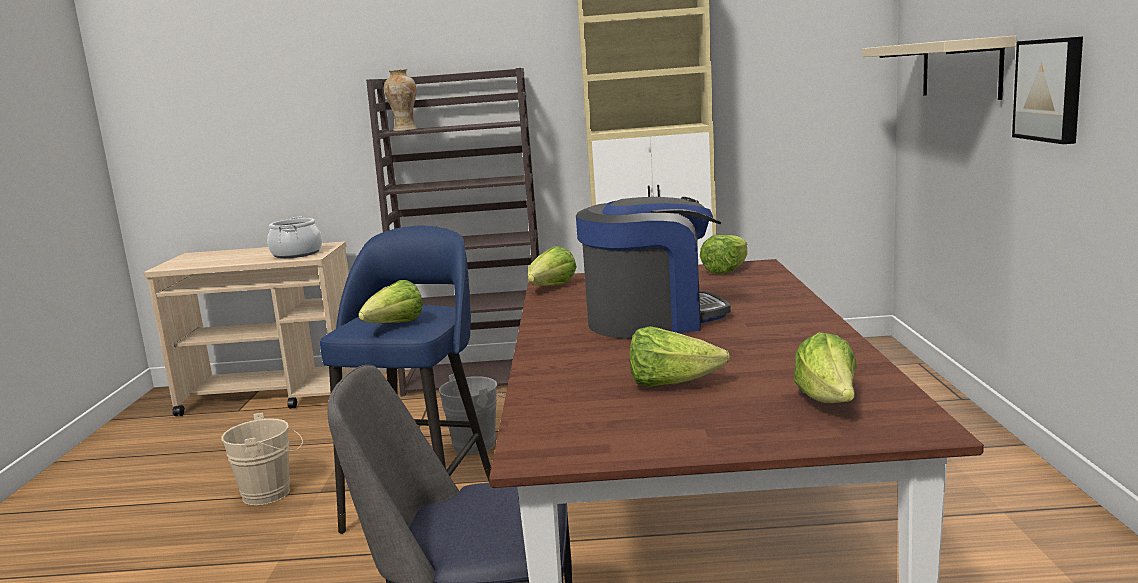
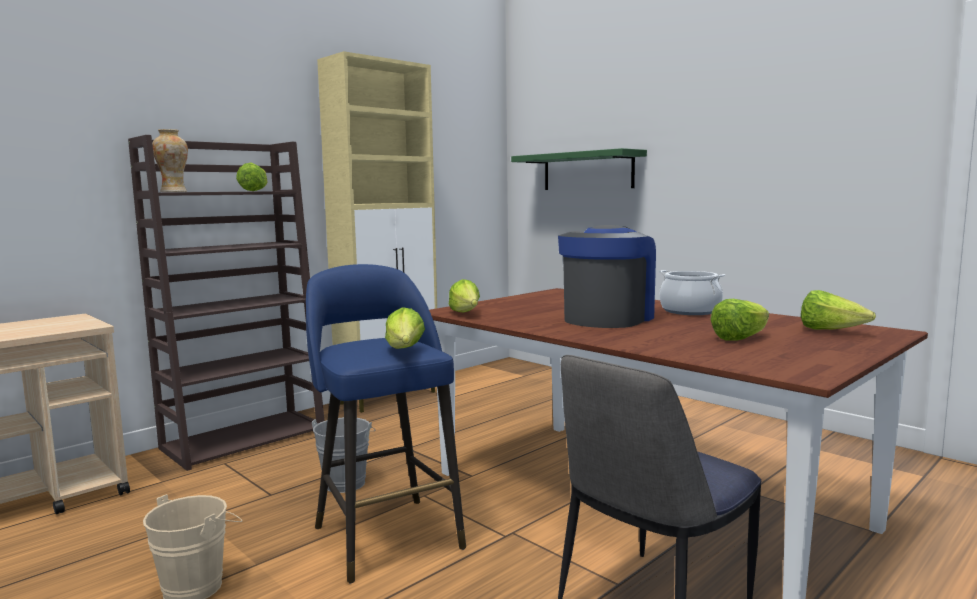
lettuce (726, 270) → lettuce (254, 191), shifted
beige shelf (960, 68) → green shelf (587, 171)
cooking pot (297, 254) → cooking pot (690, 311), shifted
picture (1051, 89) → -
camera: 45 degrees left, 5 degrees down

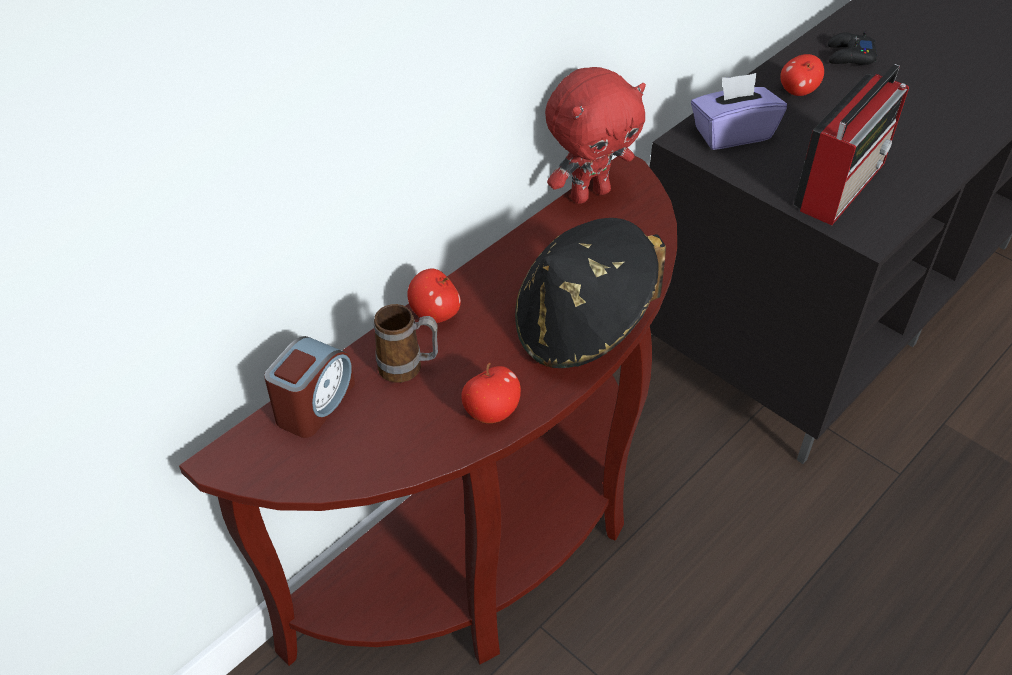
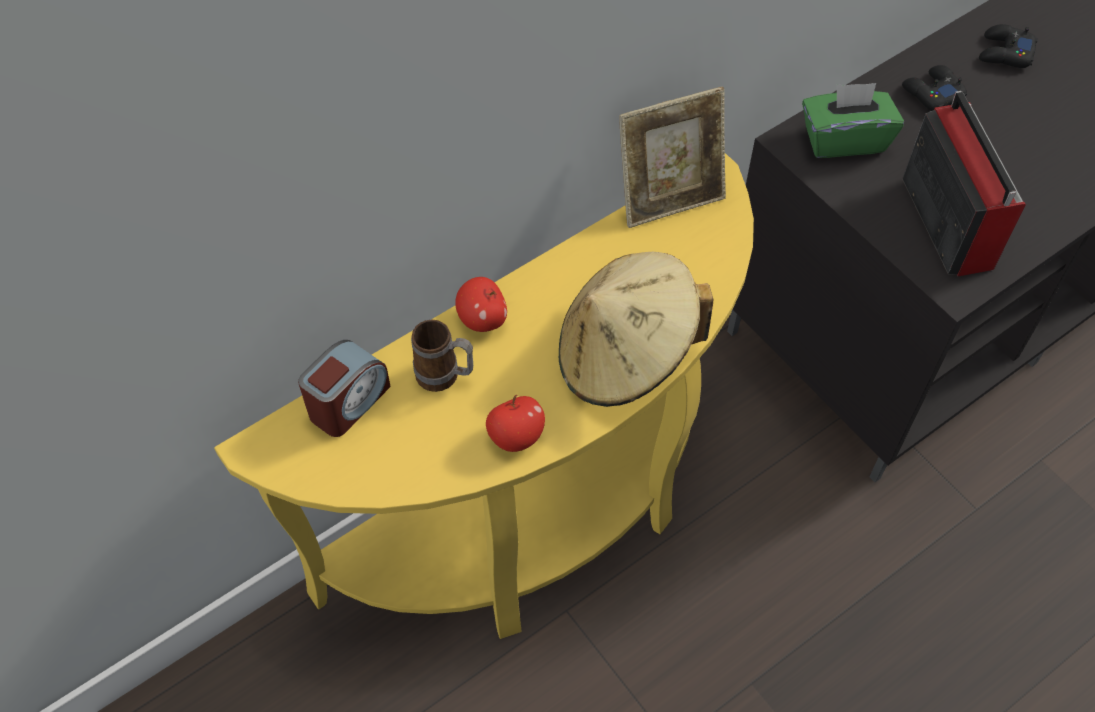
brown console table (495, 543) → yellow console table (539, 518)
black hat (582, 328) → beige hat (625, 356)
red plush toy (589, 193) → picture frame (669, 198)
purple tissue box (732, 133) → green tissue box (844, 139)
apple (797, 91) → black game controller (932, 93)
radio (842, 184) → radio (946, 219), 60 degrees counterclockwise
camera: 10 degrees right, 10 degrees up

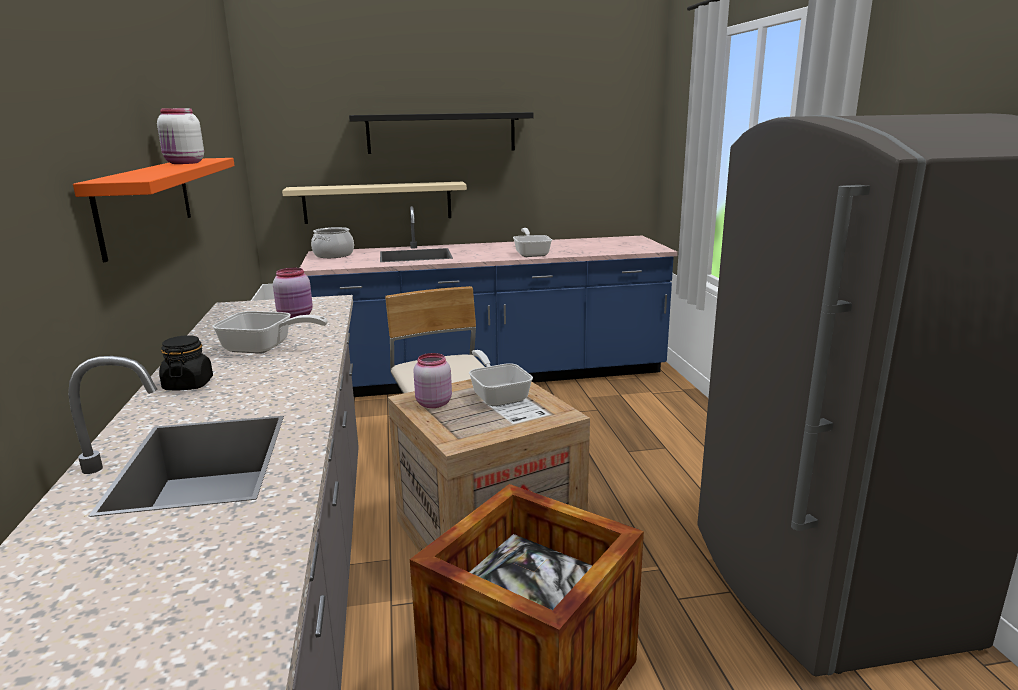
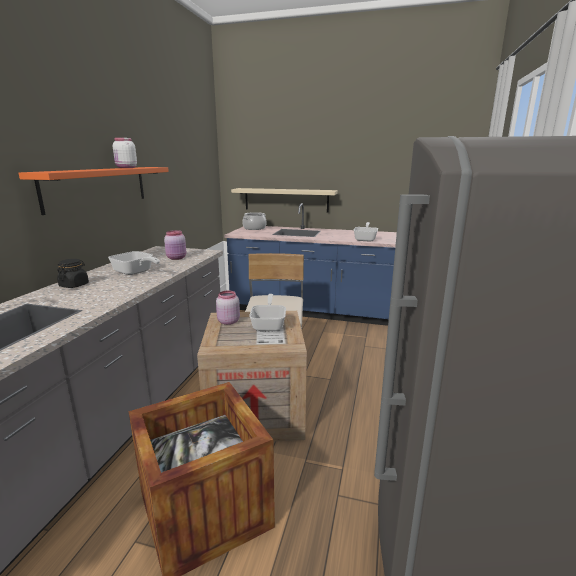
black shelf (441, 133) → -
camera: 25 degrees right, 0 degrees up

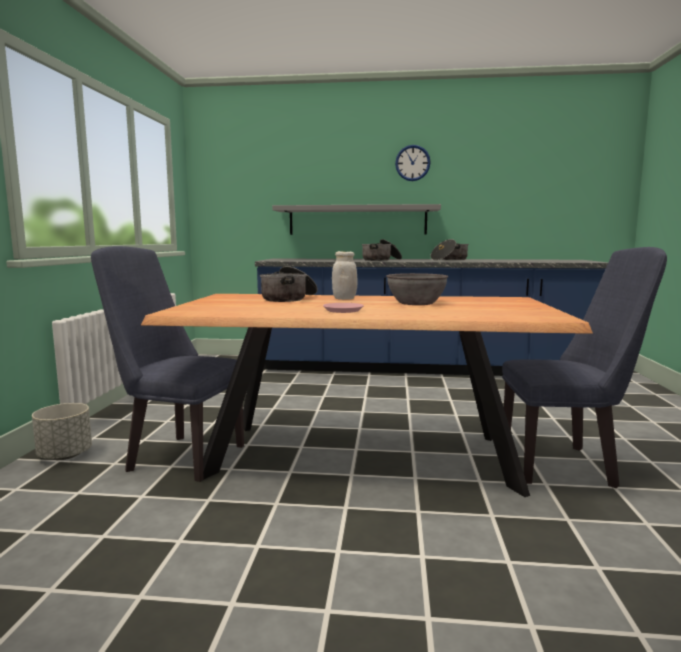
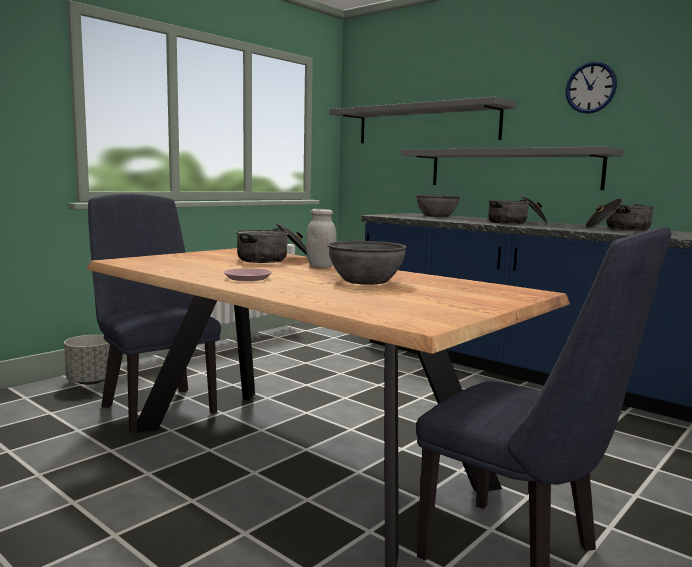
- → grey shelf (426, 124)
- → grey bowl (437, 216)
camera: 35 degrees right, 0 degrees up

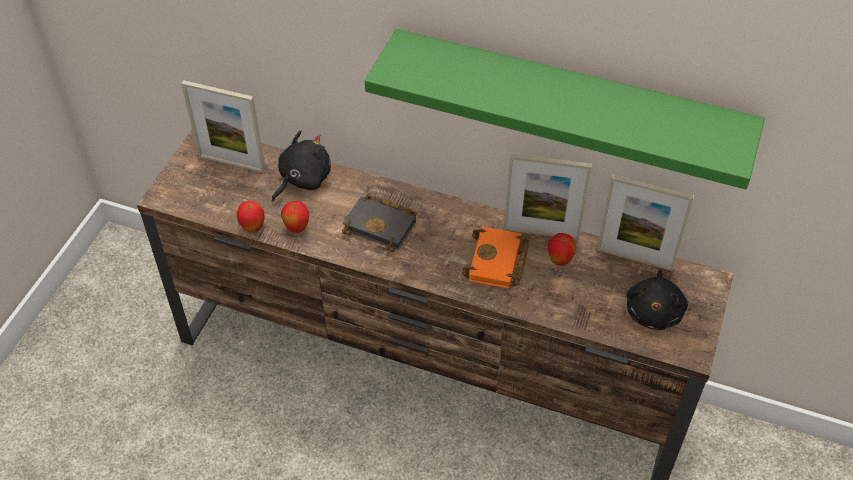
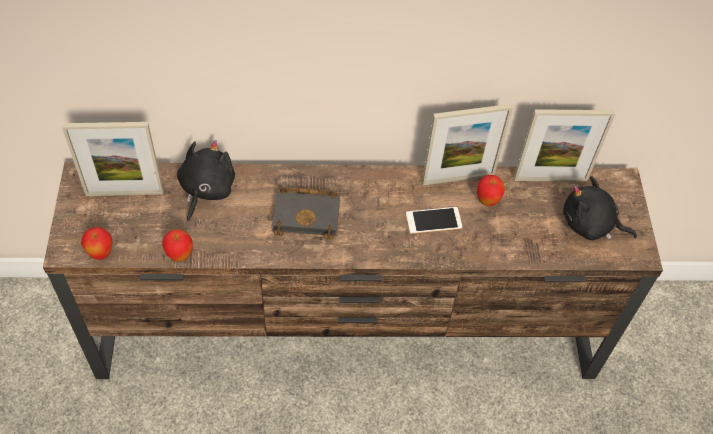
apple (297, 228) → apple (101, 253), shifted
orange book (497, 263) → phone (433, 220)
black plush toy (654, 311) → black plush toy (590, 225), 120 degrees clockwise
green shelf (568, 103) → -
camera: 25 degrees left, 5 degrees up

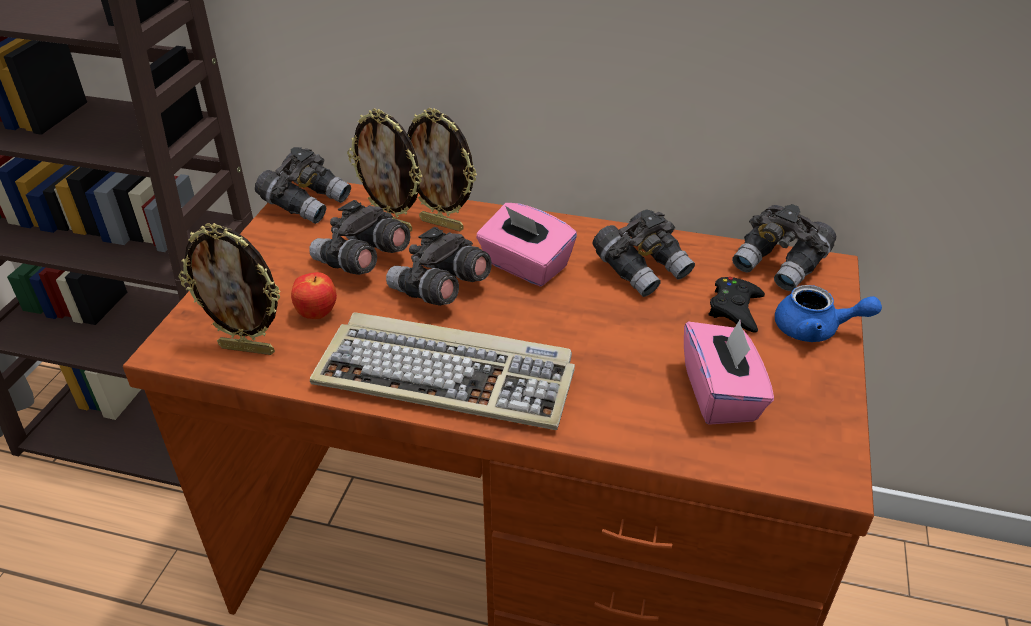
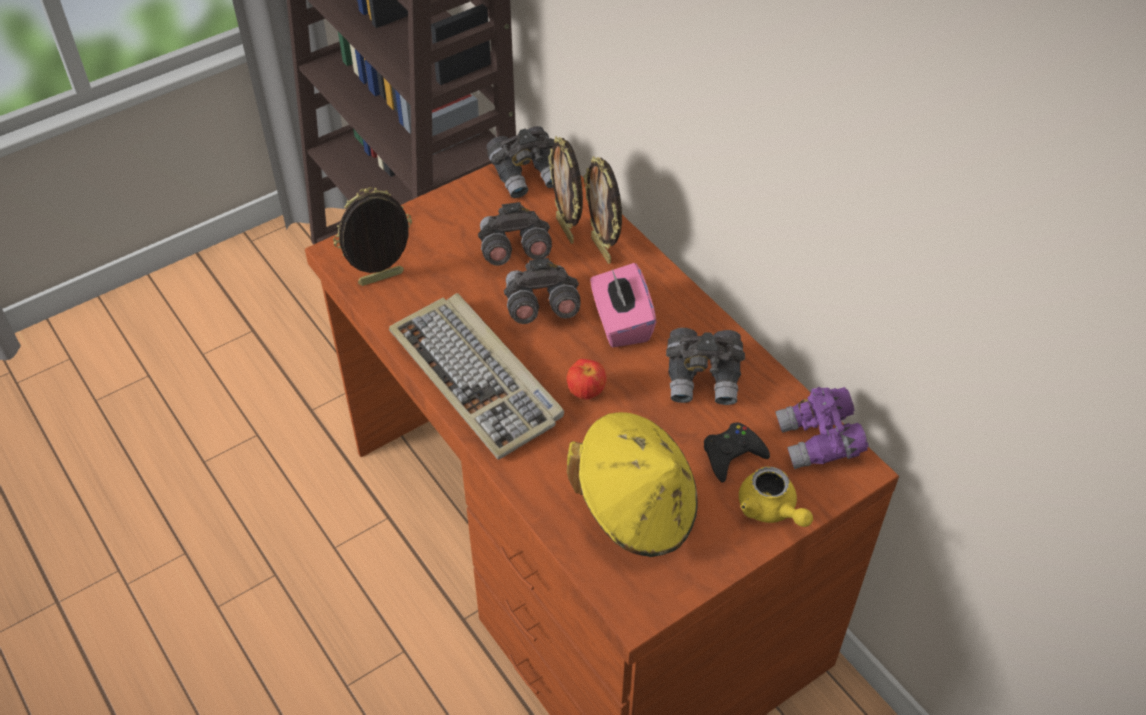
picture frame (248, 348) → picture frame (381, 280), 105 degrees clockwise
apple (317, 314) → apple (586, 392), shifted
pink tissue box (721, 394) → yellow hat (636, 509)
blue teapot (815, 330) → yellow teapot (771, 510)
grey binoculars (780, 265) → purple binoculars (819, 442)
camera: 40 degrees right, 10 degrees up

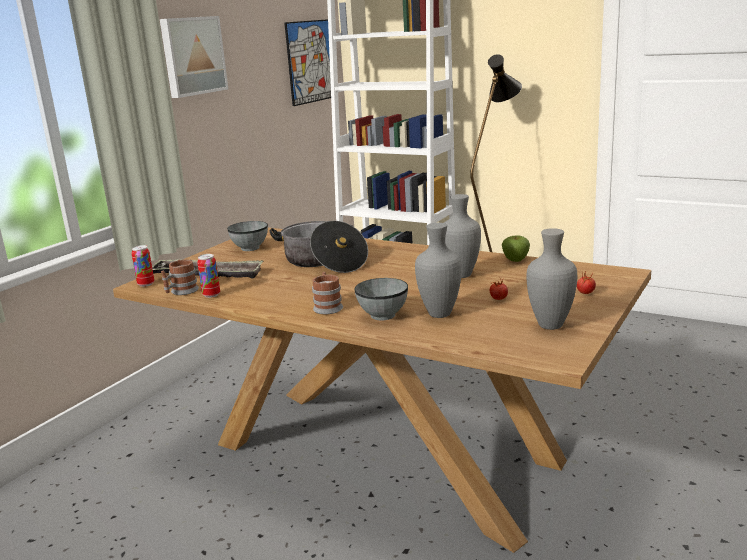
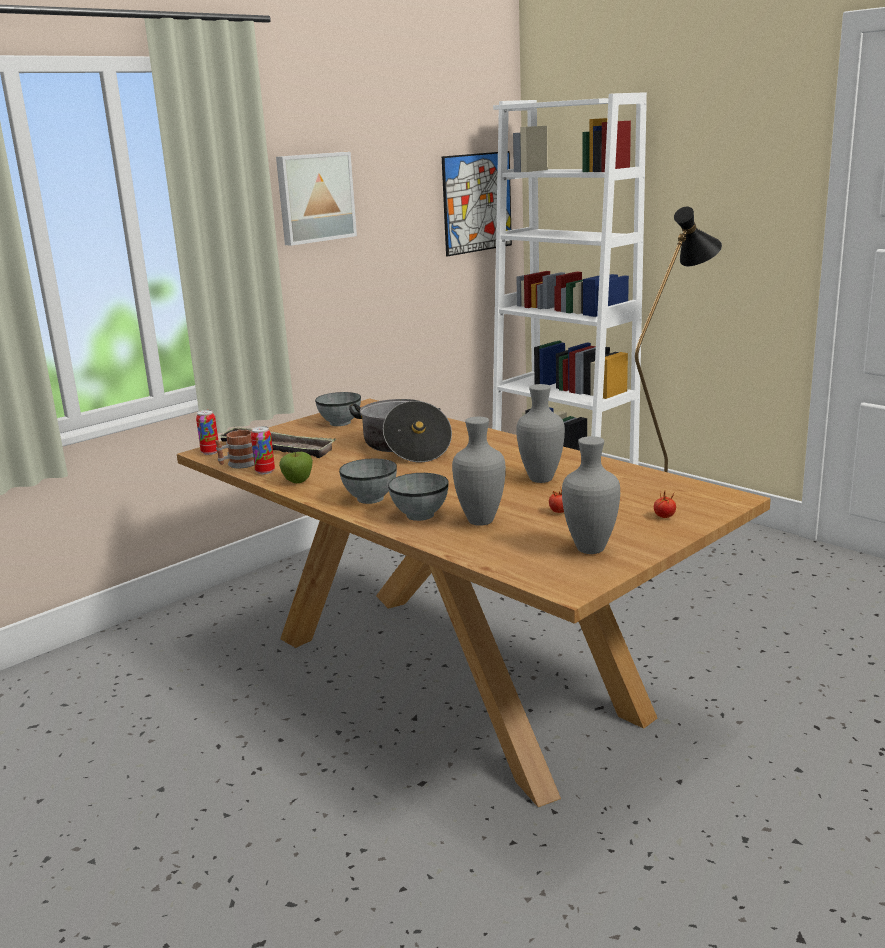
apple (515, 260) → apple (298, 481), shifted
mug (327, 306) → grey bowl (371, 498)
camera: 15 degrees right, 0 degrees up

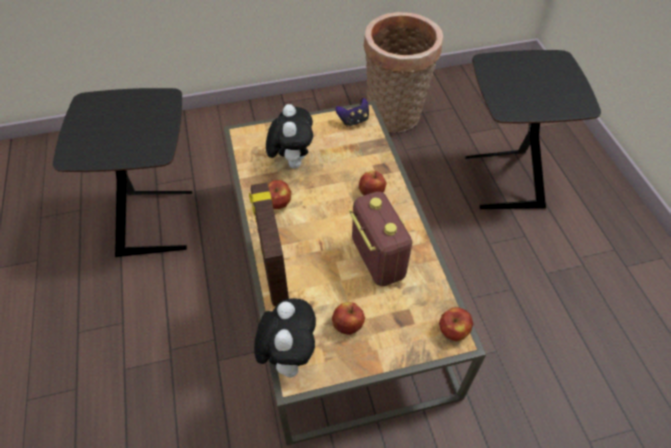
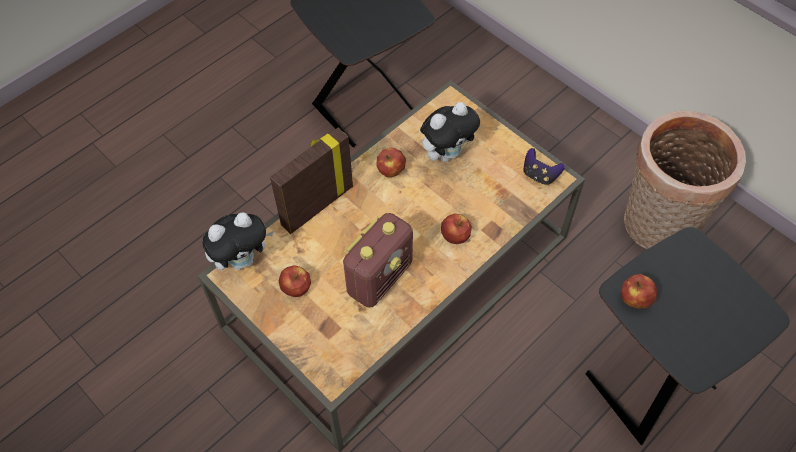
apple (454, 331) → apple (635, 299), shifted
camera: 60 degrees right, 5 degrees up

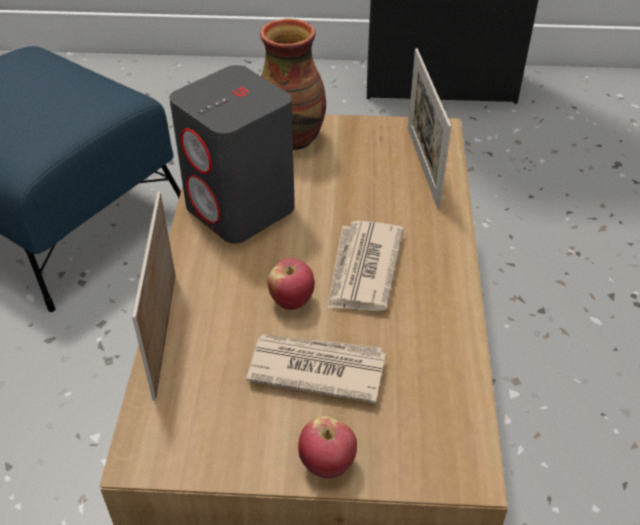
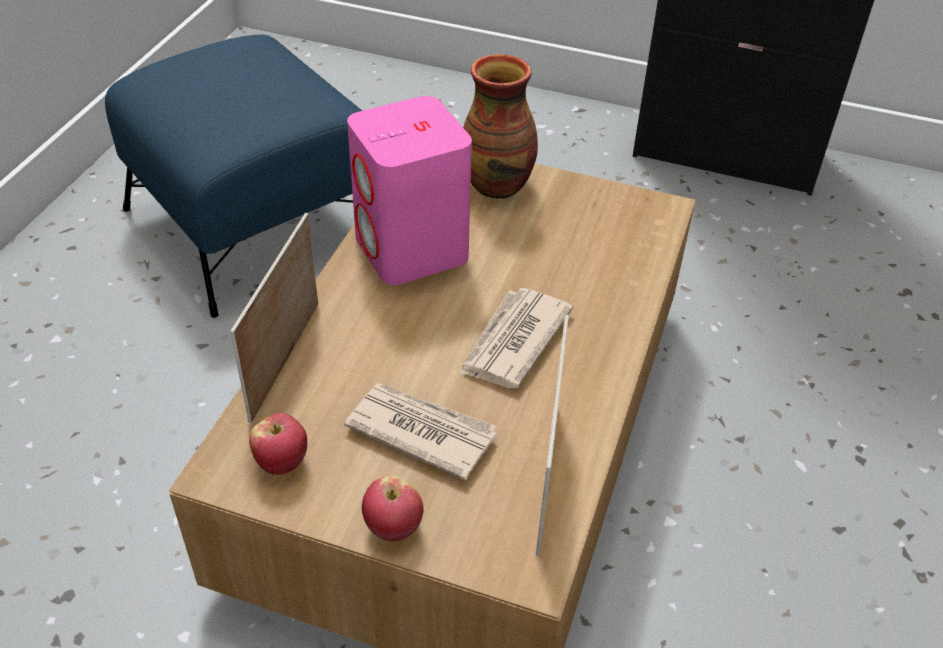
apple (291, 301) → apple (282, 462), shifted
grey speaker (241, 209) → pink speaker (412, 250)
picture frame (422, 166) → picture frame (547, 476), shifted
camera: 15 degrees right, 0 degrees up

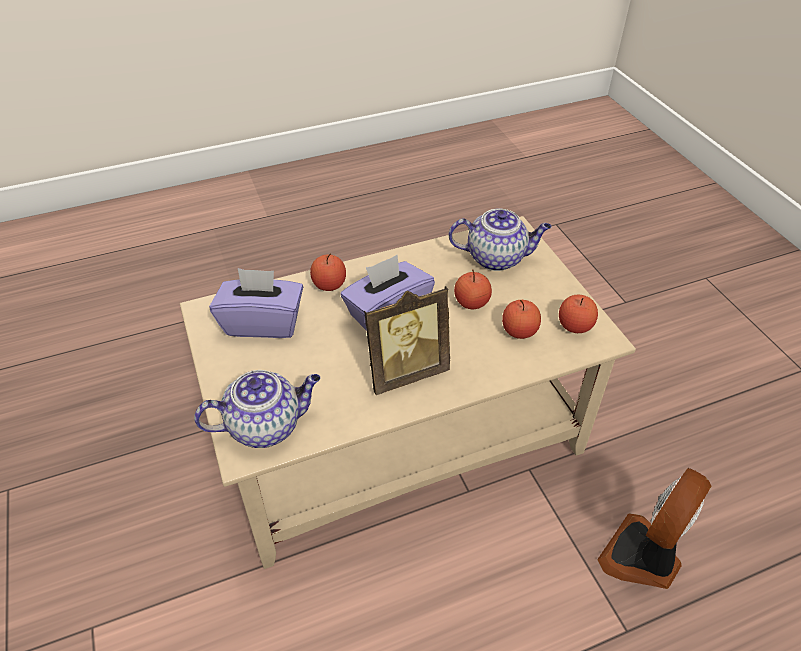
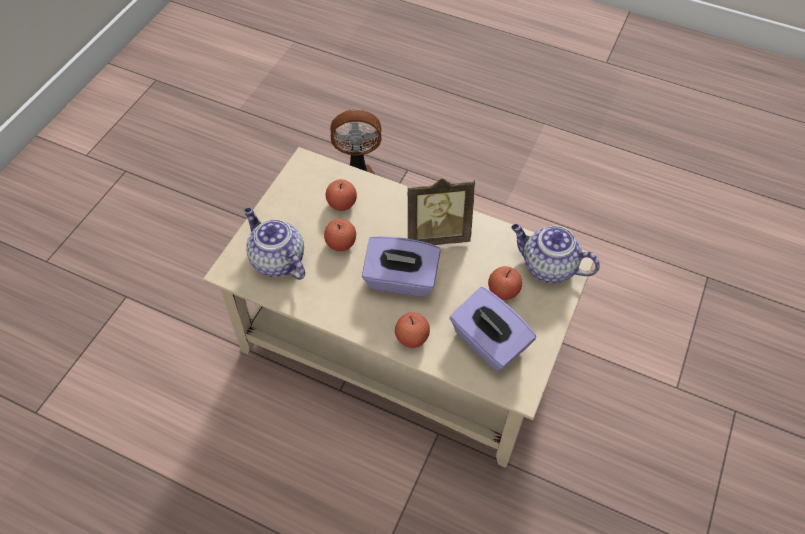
picture frame (405, 371) → picture frame (436, 234), 150 degrees clockwise
apple (574, 326) → apple (503, 291), shifted
camera: 135 degrees left, 10 degrees up

